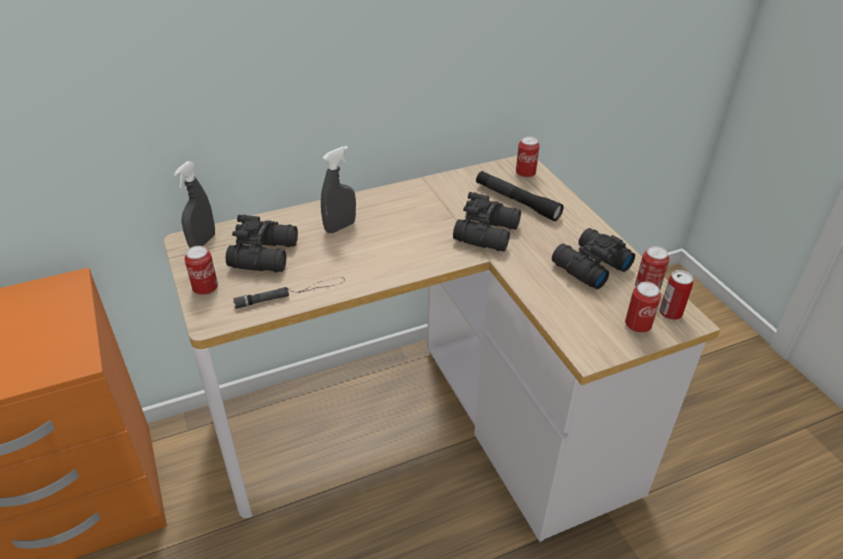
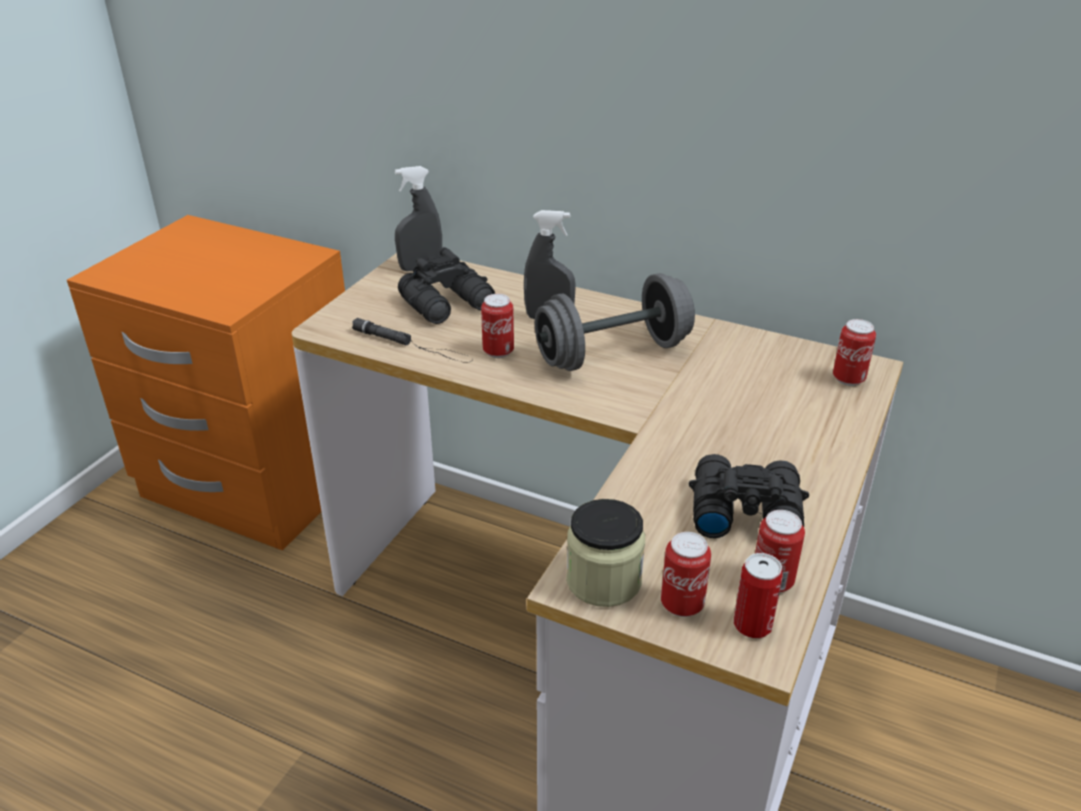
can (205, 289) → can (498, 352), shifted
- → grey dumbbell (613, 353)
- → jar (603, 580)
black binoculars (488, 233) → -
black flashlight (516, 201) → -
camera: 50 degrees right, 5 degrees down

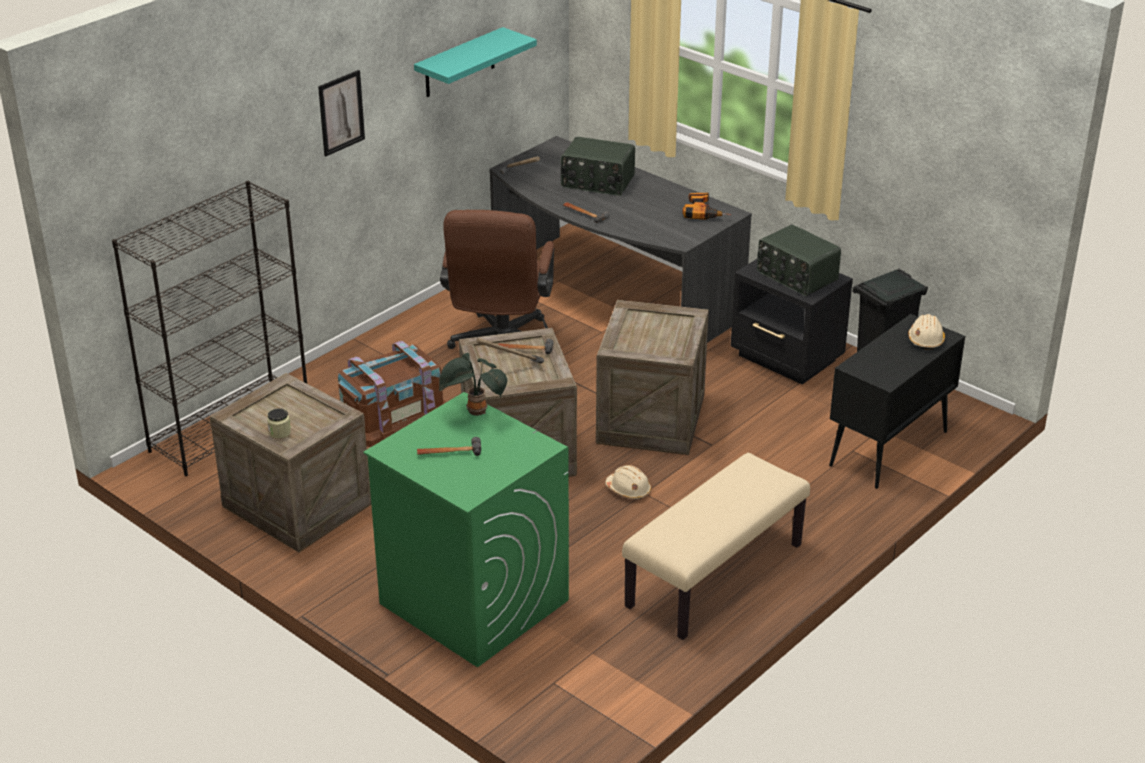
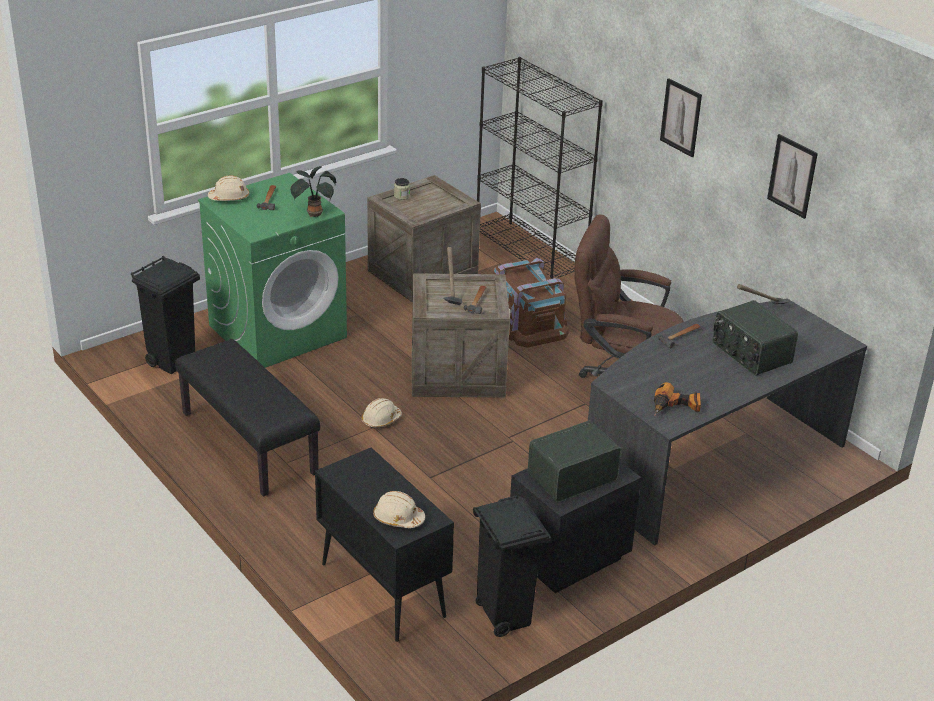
- → black trash can (173, 361)
beige bench (715, 576) → black bench (247, 443)
- → beige hard hat (229, 197)
radio (597, 182) → radio (750, 354), 60 degrees counterclockwise
turquoise shelf (459, 63) → picture (792, 176)
crate (651, 420) → -
camera: 100 degrees right, 0 degrees up

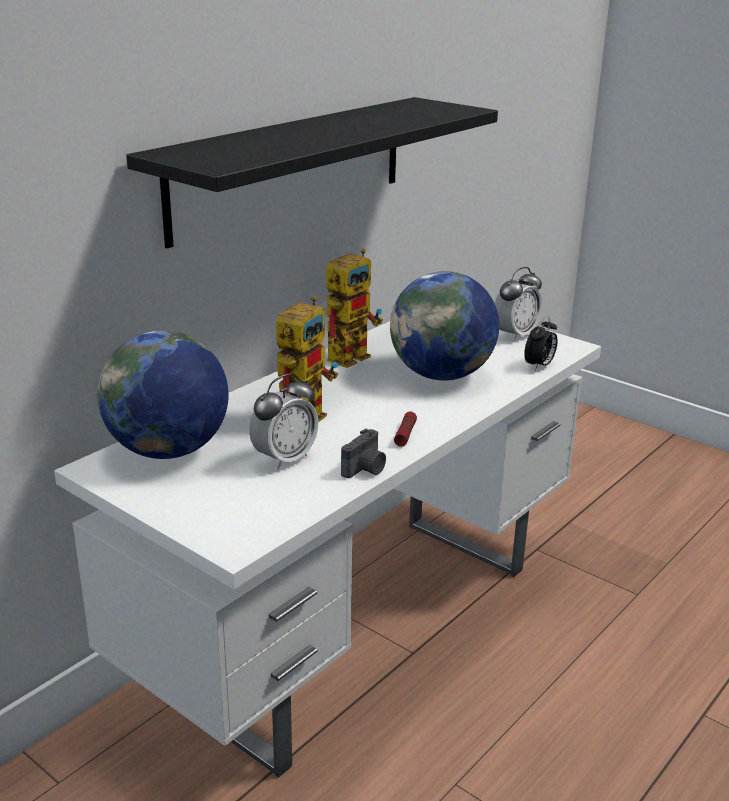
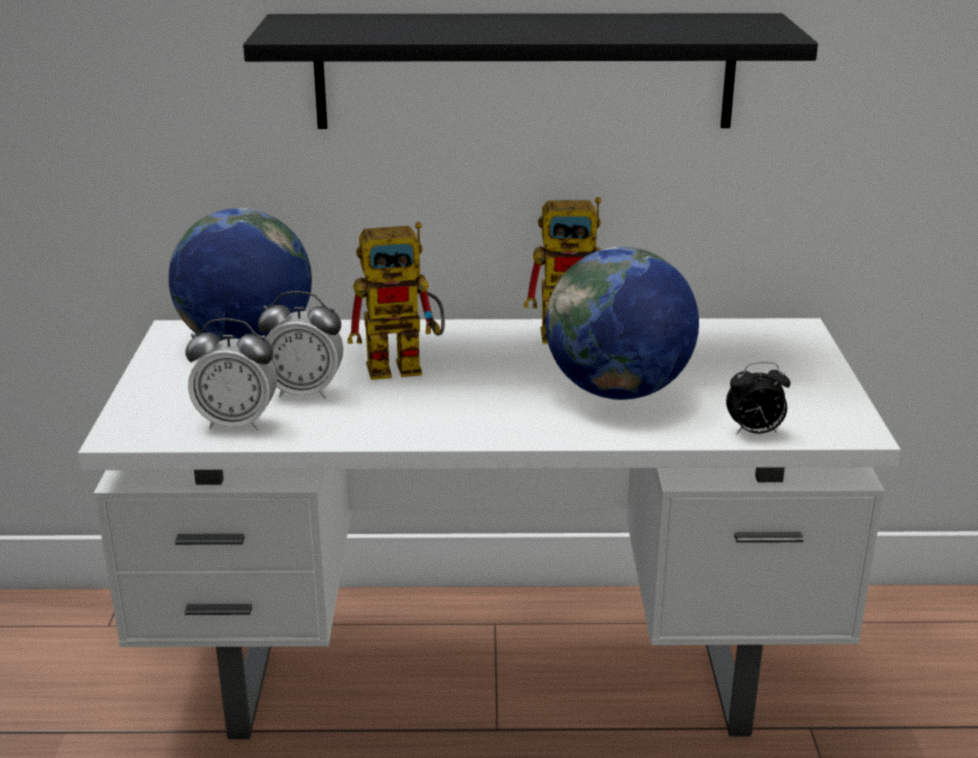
alarm clock (515, 335) → alarm clock (237, 423), shifted
photo camera (365, 469) → -
flashlight (405, 434) → -
camera: 50 degrees right, 0 degrees up

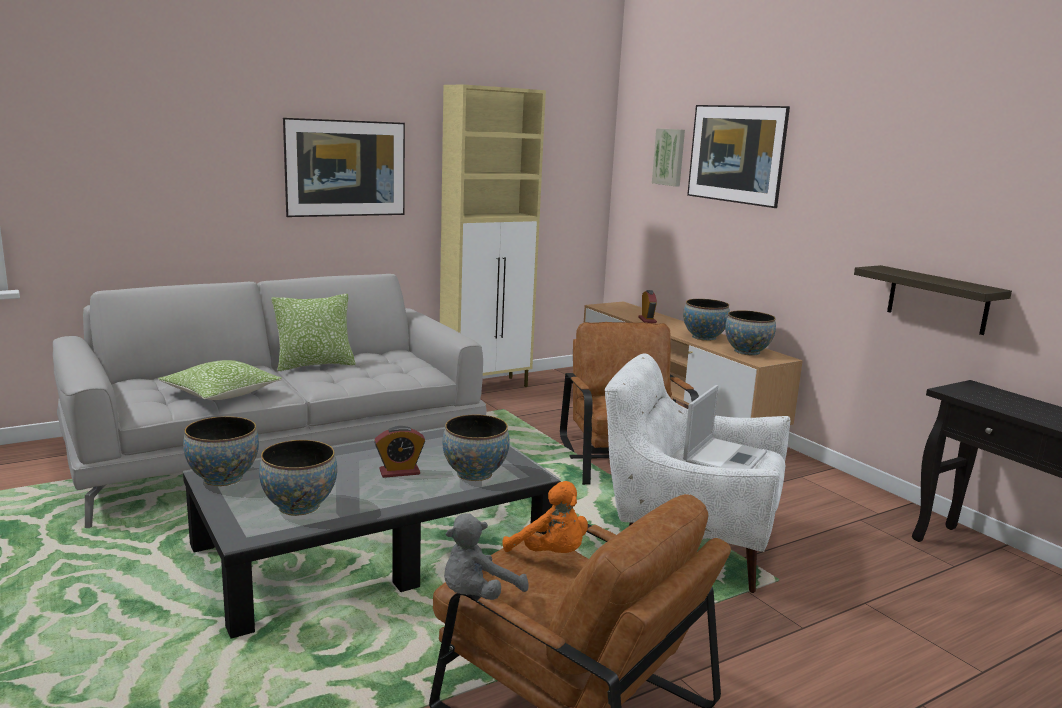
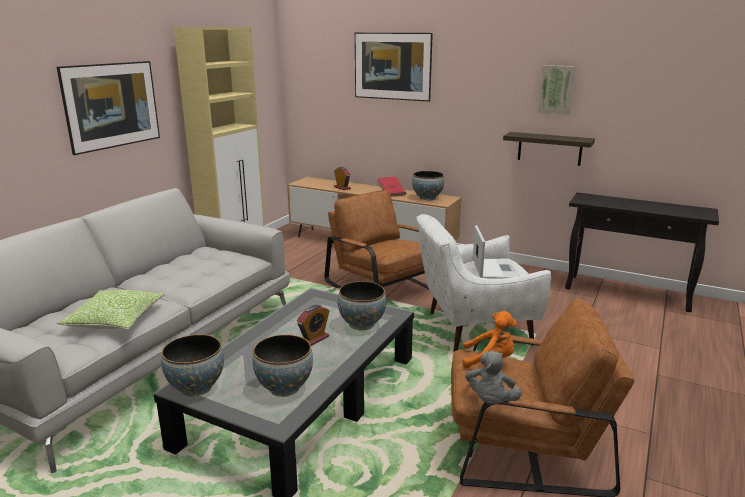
bowl (704, 337) → red book (391, 193)
picture (669, 157) → picture (556, 89), shifted
pillow (315, 365) → -
camera: 30 degrees left, 5 degrees up

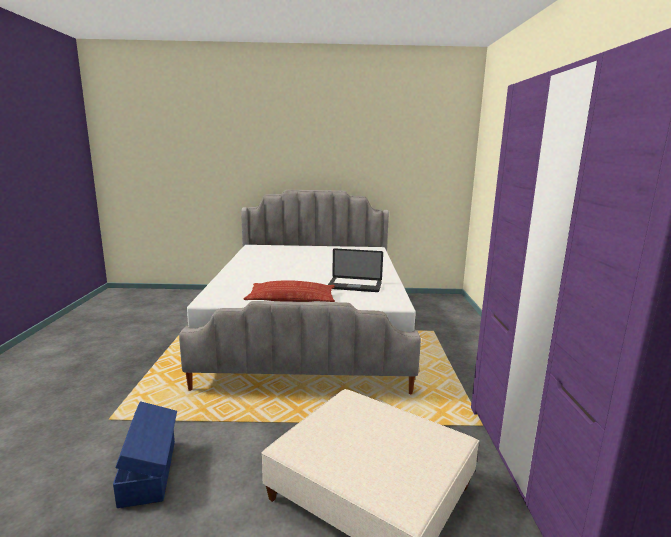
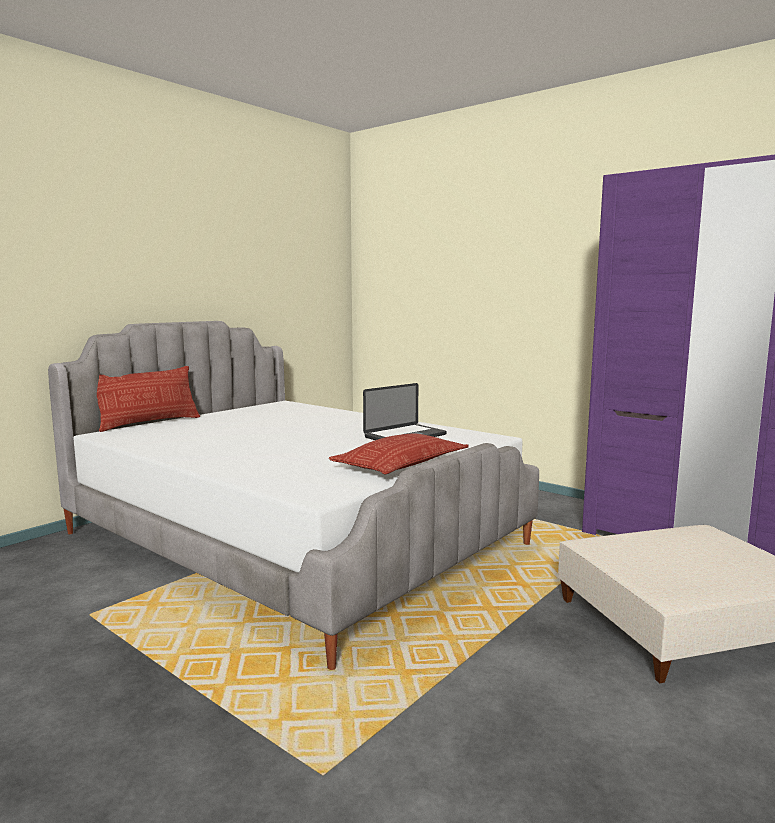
- → pillow (149, 423)
blue storage box (150, 471) → -
camera: 50 degrees left, 5 degrees down

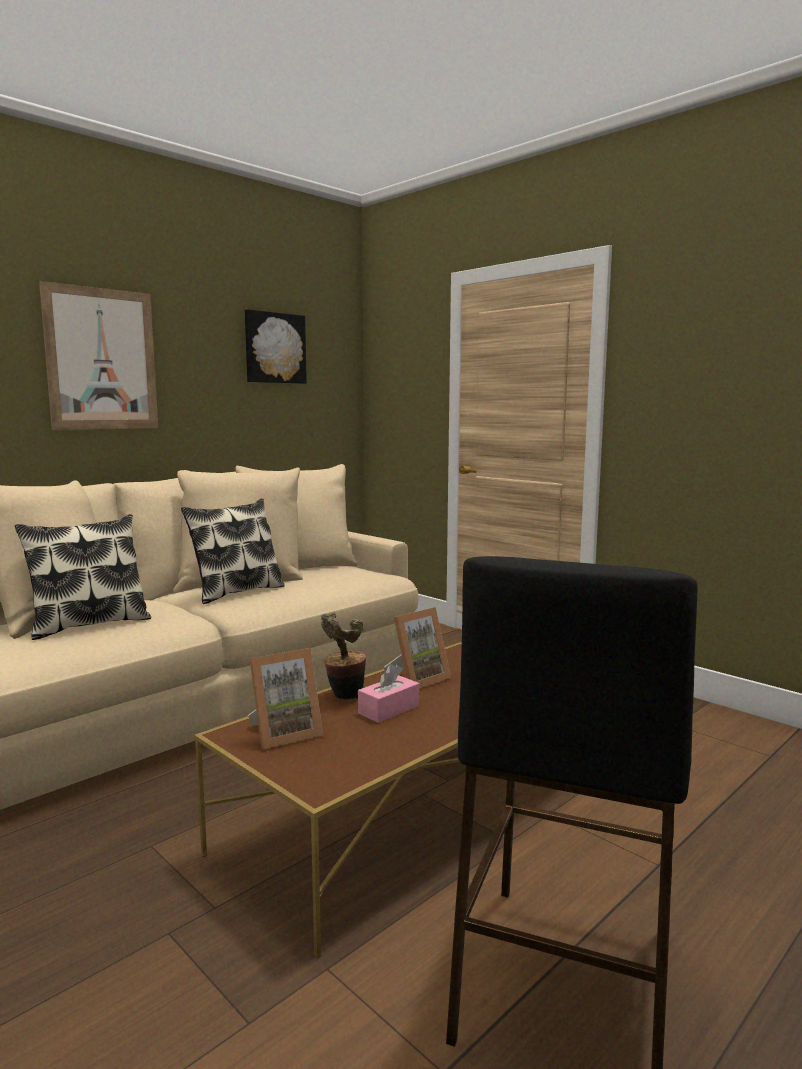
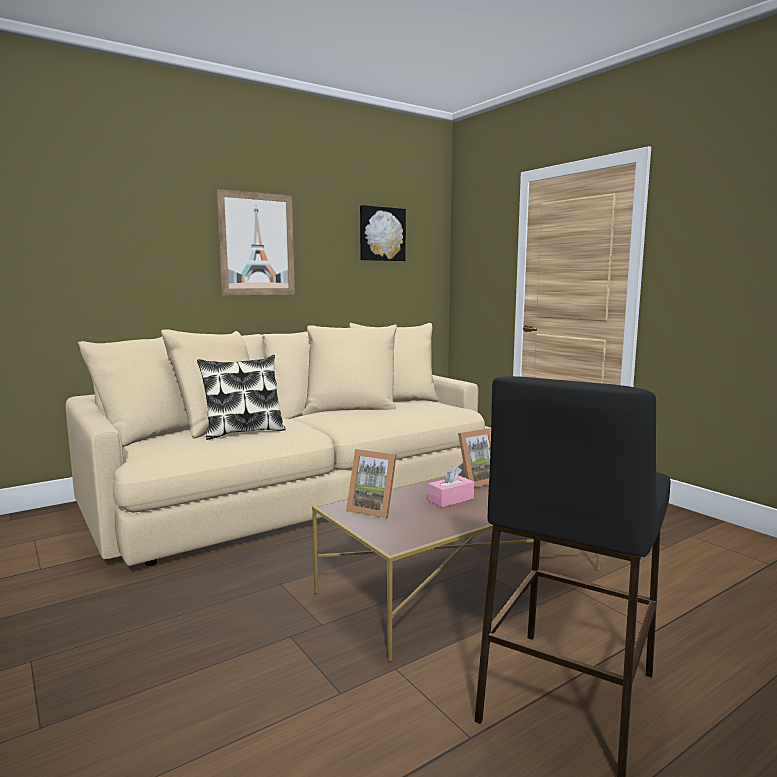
picture frame (284, 733) → picture frame (373, 509), 45 degrees clockwise
pillow (236, 592) → -
potted plant (344, 696) → -
camera: 10 degrees right, 0 degrees up

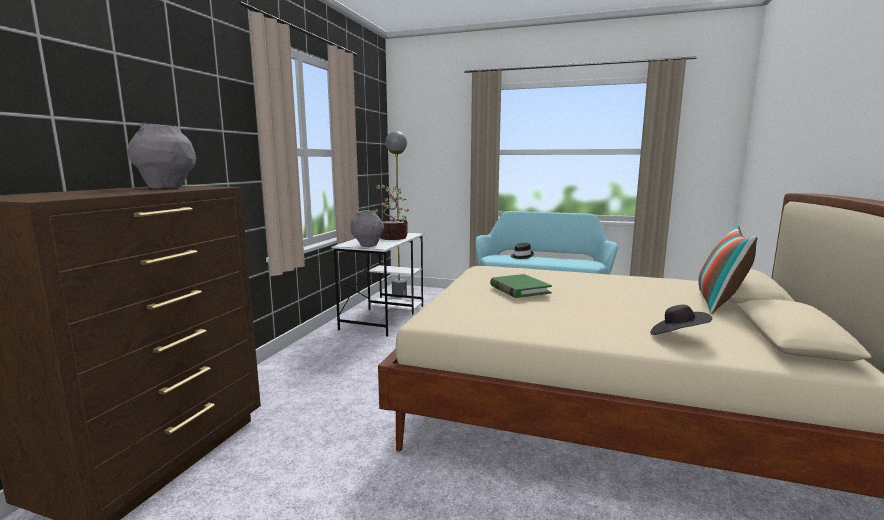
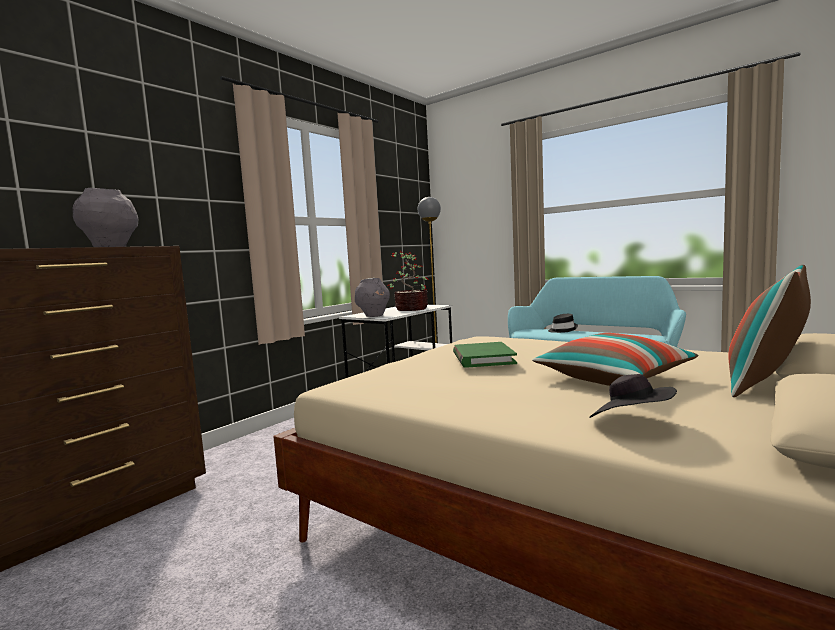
- → pillow (613, 378)
camera: 20 degrees right, 5 degrees down

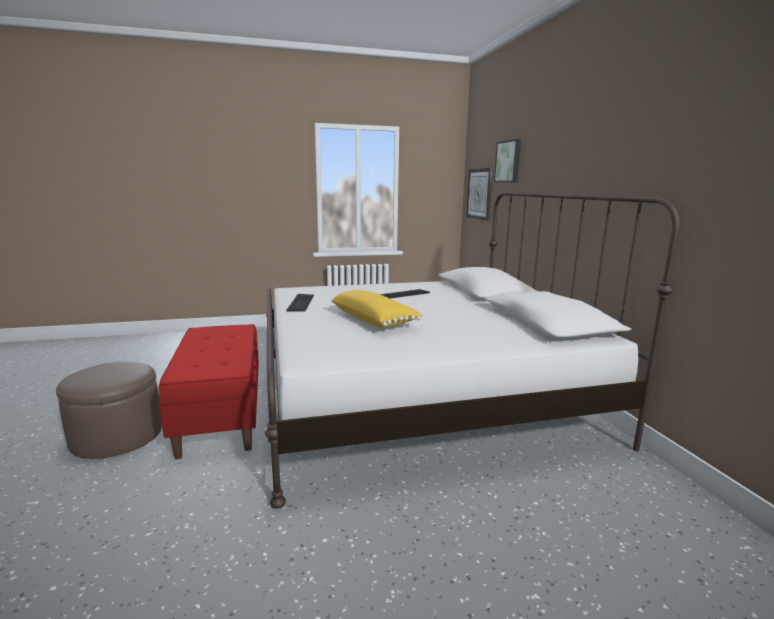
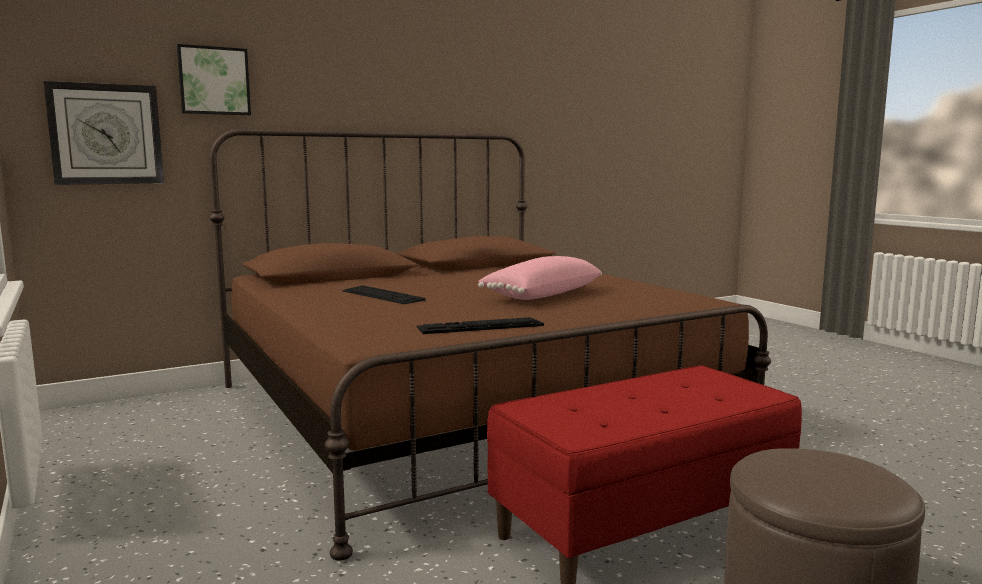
white bed (418, 394) → brown bed (463, 411)
yellow pillow (374, 320) → pink pillow (541, 295)
camera: 105 degrees left, 5 degrees down

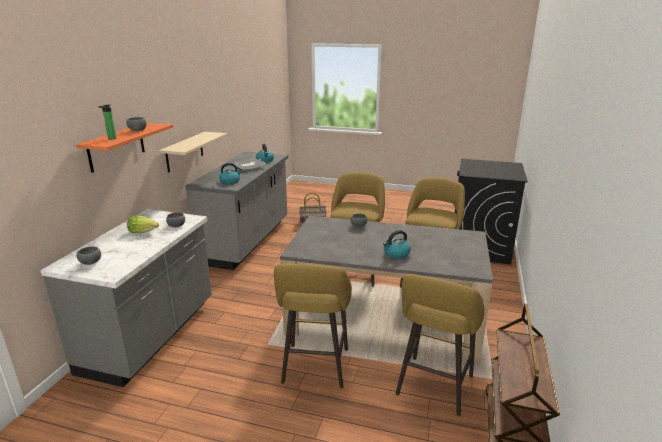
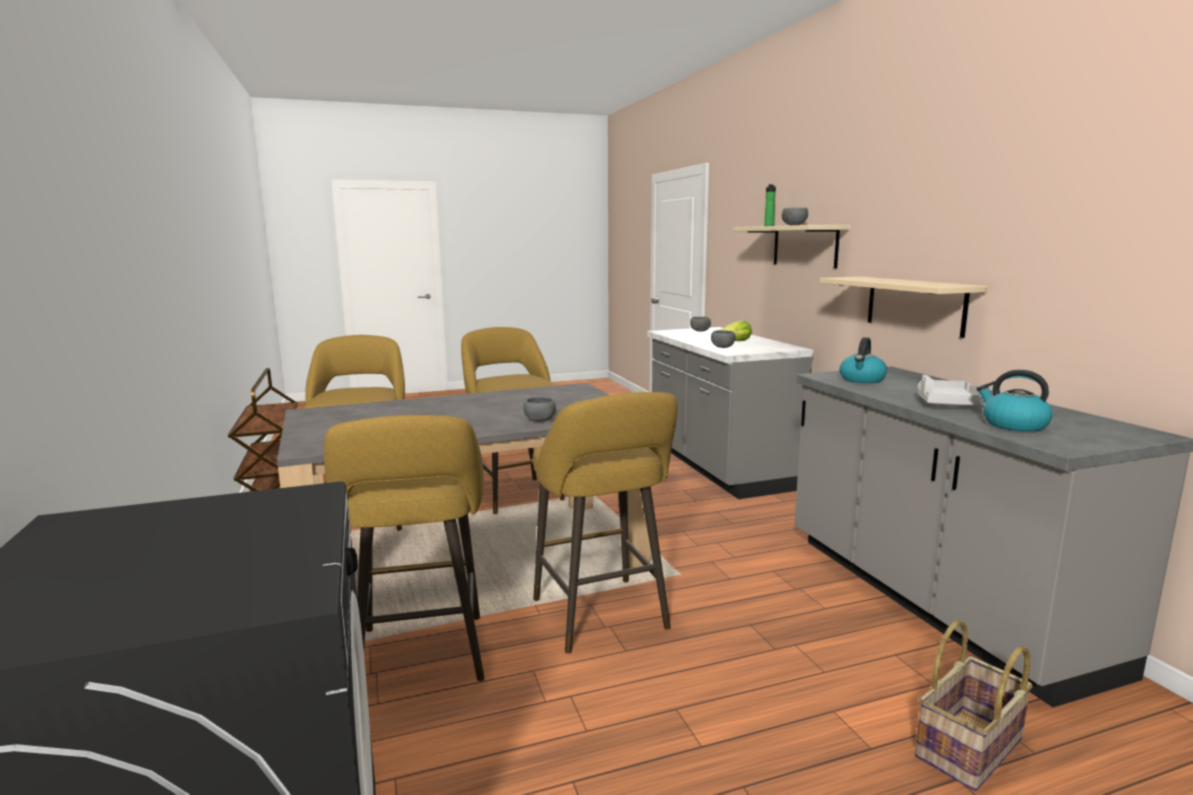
orange shelf (116, 147) → beige shelf (805, 246)
kettle (396, 254) → -
camera: 145 degrees right, 10 degrees down

